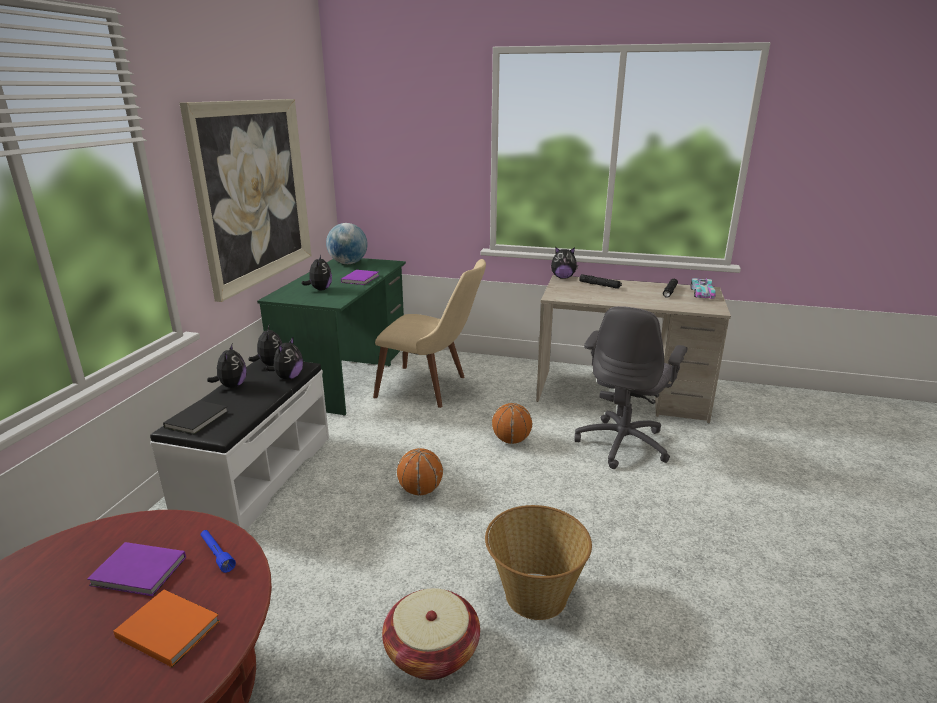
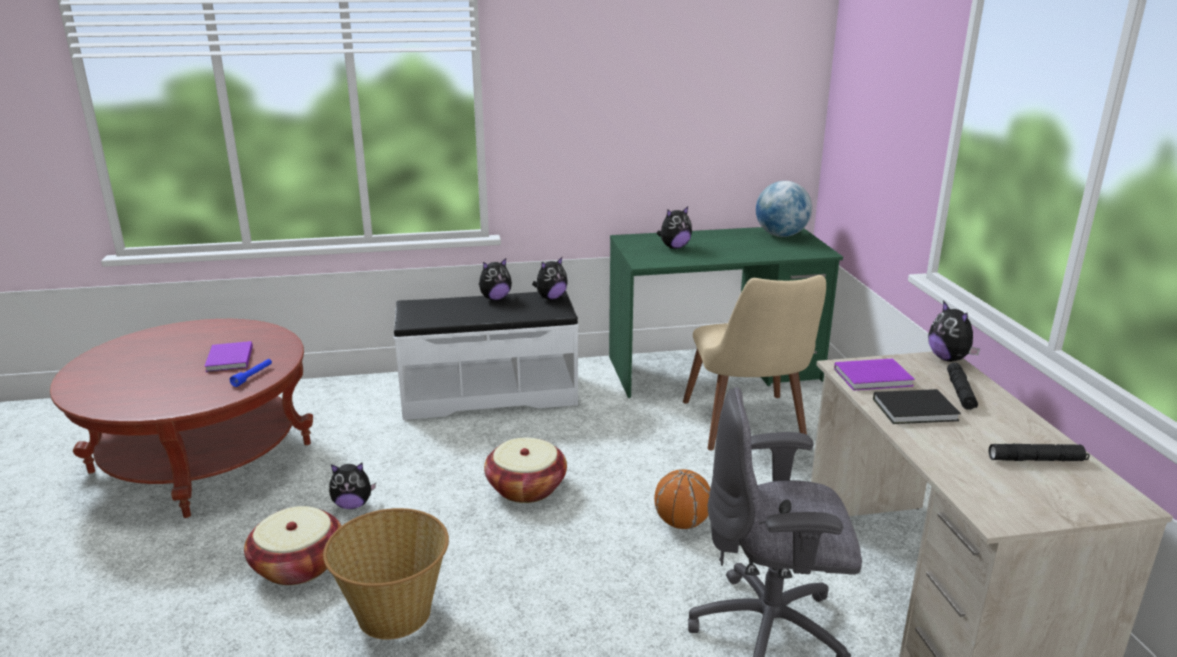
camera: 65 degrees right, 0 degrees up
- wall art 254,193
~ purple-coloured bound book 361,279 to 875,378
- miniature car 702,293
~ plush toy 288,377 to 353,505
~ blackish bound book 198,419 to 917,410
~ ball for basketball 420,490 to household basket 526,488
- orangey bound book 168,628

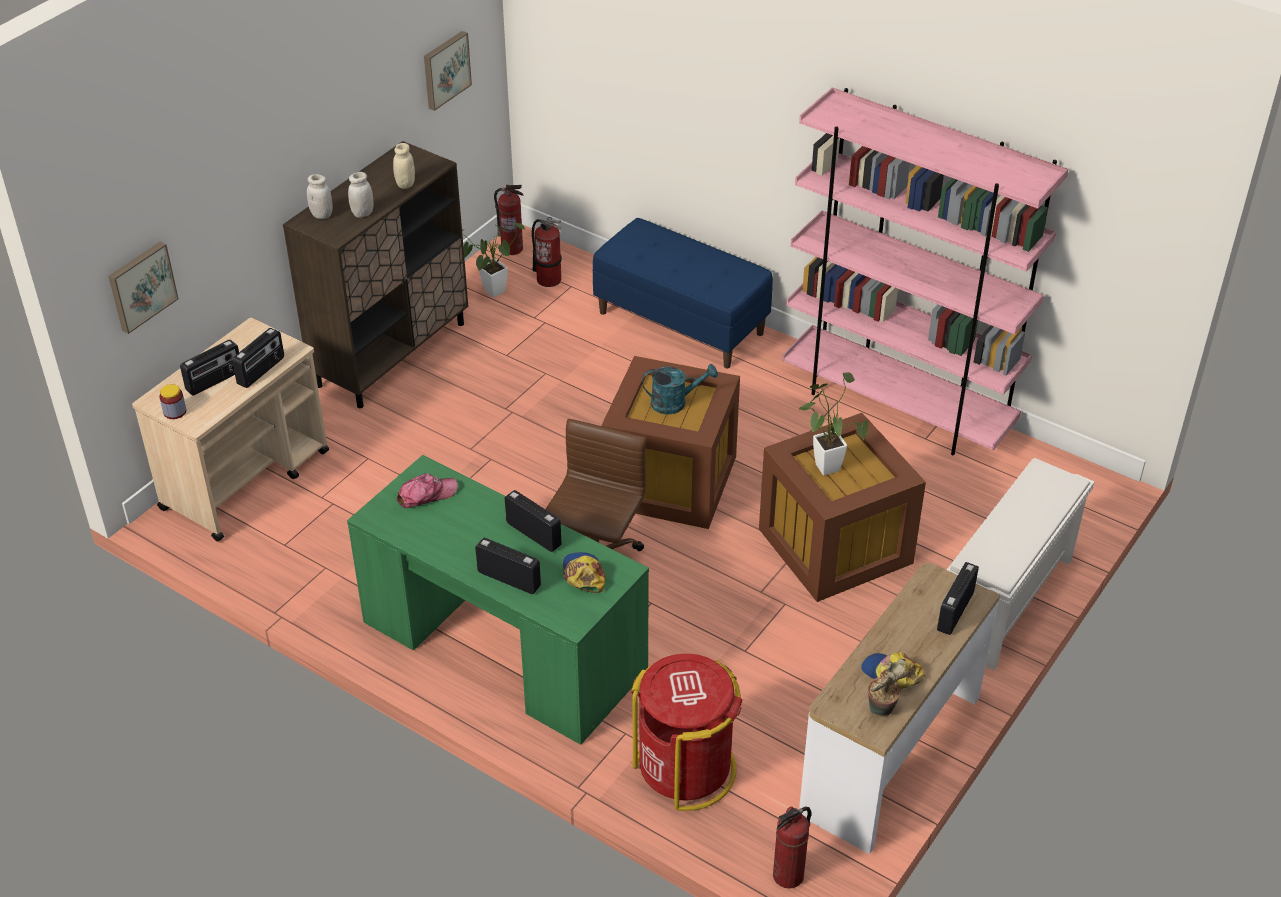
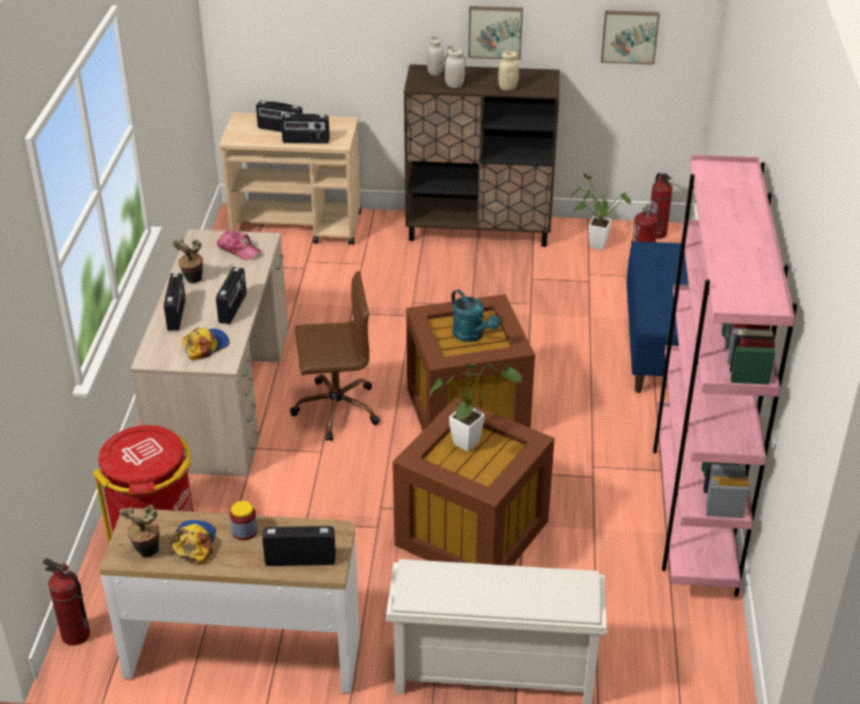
camera: 60 degrees right, 5 degrees down
~ wall art 141,286 to 495,31
~ preserve jar 175,412 to 244,531
~ green-coloured desk 504,644 to sand-coloured desk 224,396
+ houseplant 192,280

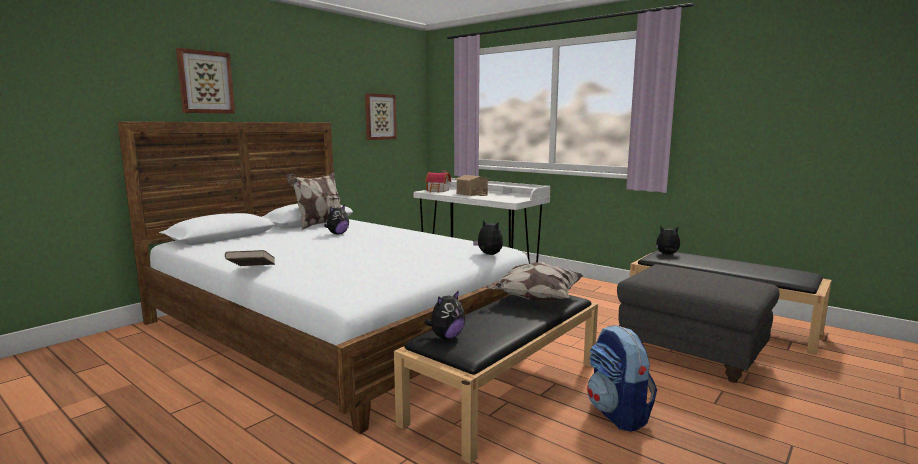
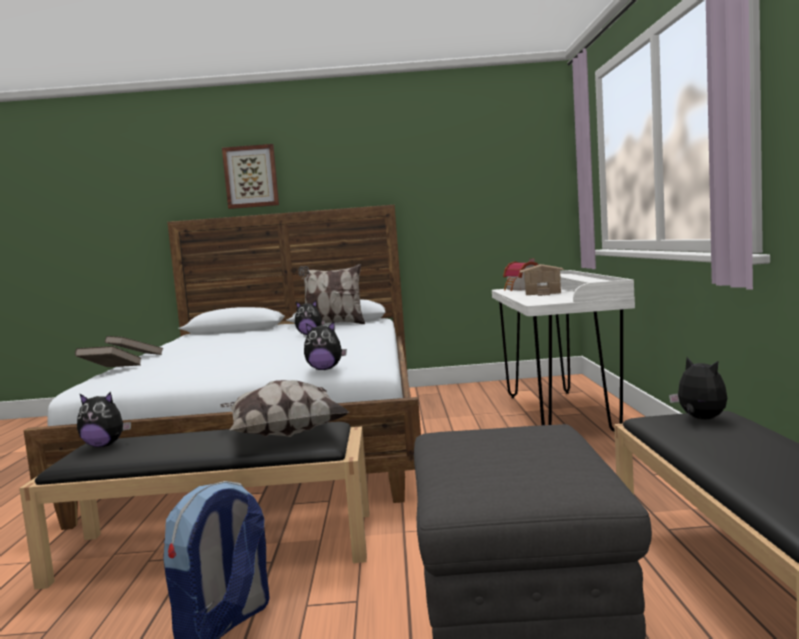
camera: 50 degrees right, 5 degrees down
- wall art 380,116
~ plush toy 488,255 = 325,369 90 degrees clockwise
+ brown-coloured bound book 110,370

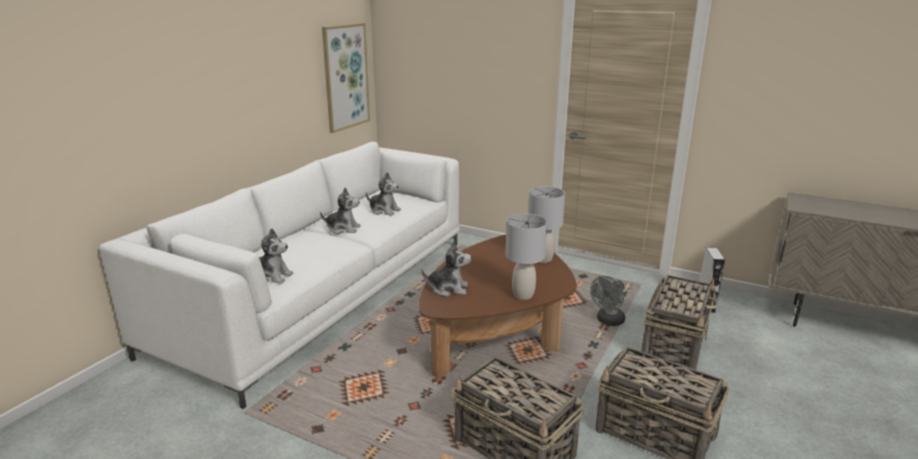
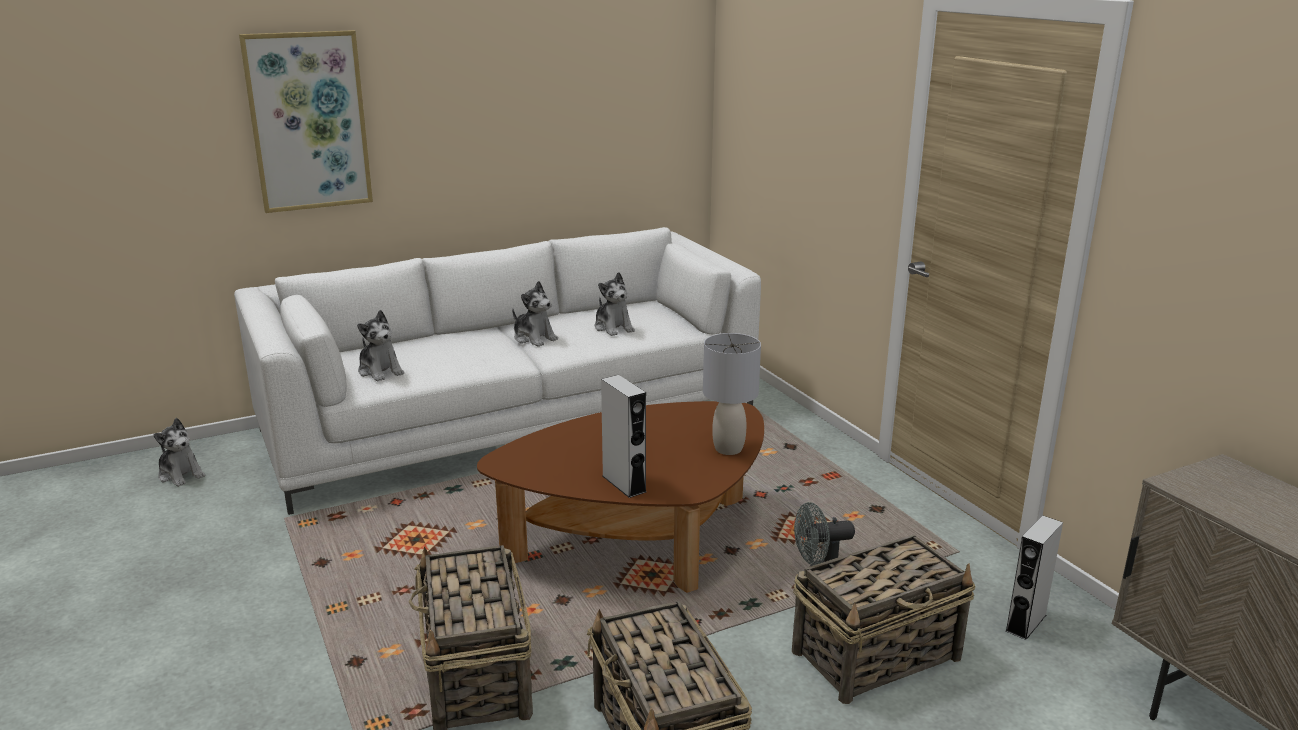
camera: 35 degrees right, 0 degrees up
~ wall art 345,77 to 308,122
~ grey tabletop lamp 523,295 to grey audio speaker 624,483
~ plush toy 448,289 to 181,474

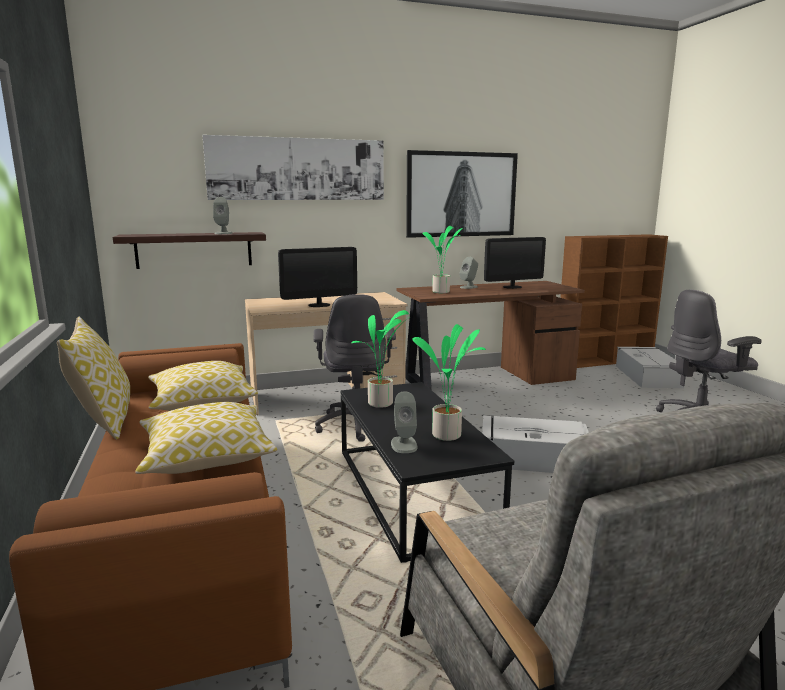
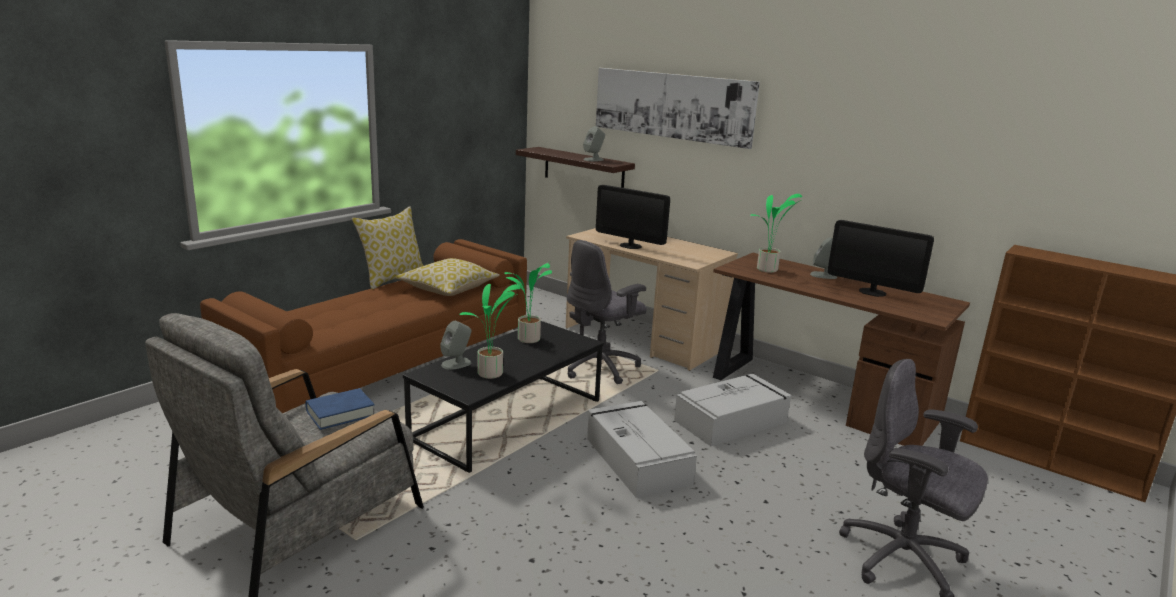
camera: 55 degrees right, 5 degrees up
- wall art 461,194
~ grey storage box 647,376 to 732,421
- throw pillow 206,456
+ blue-coloured bound book 340,413

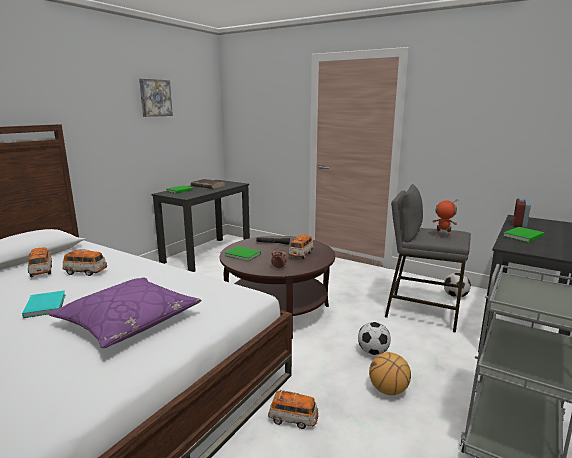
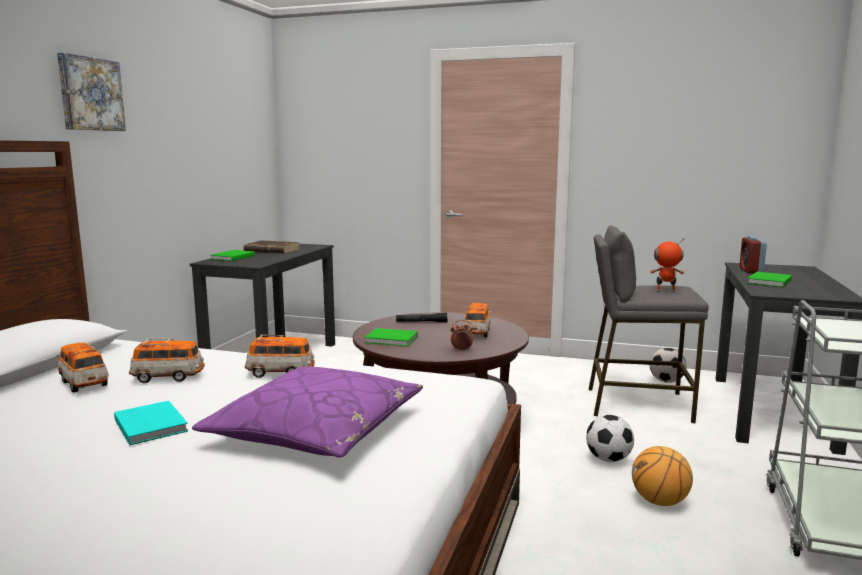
camera: 15 degrees left, 5 degrees down
~ wall art 155,98 to 90,94
~ miniature car 293,419 to 280,372

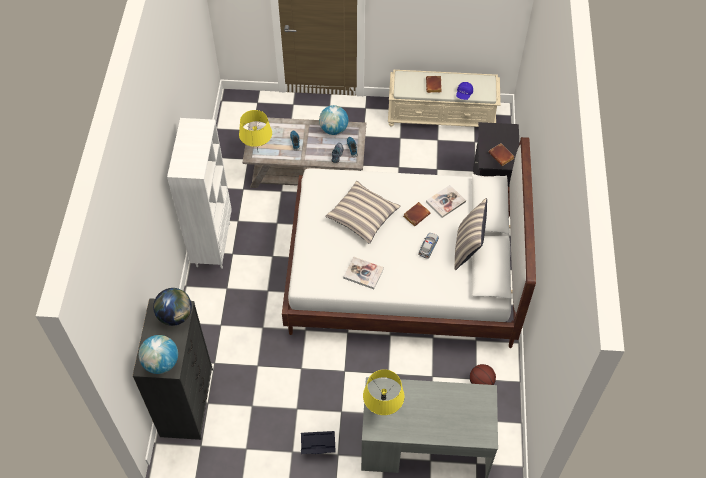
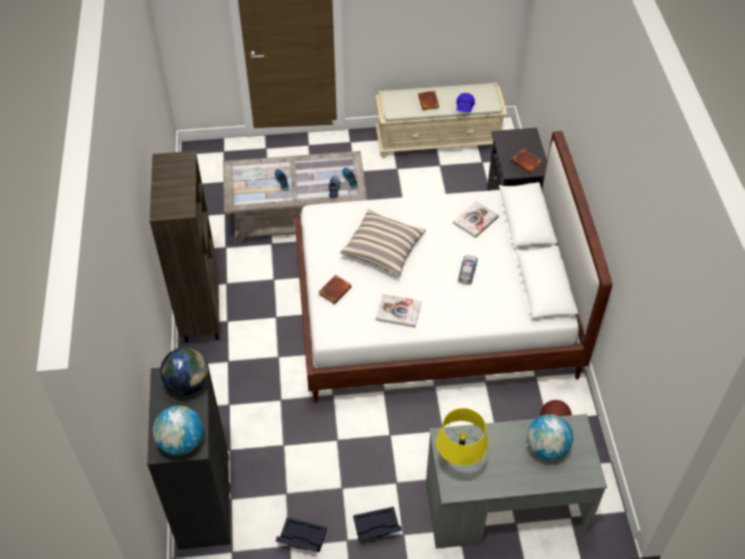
camera: 10 degrees left, 5 degrees down
~ globe 334,129 to 546,448
- yellowish tabletop lamp 258,152
~ white-coloured shelving unit 212,244 to brown-coloured shelving unit 201,314
- throw pillow 467,249
~ brown-coloured bound book 416,215 to 334,290
+ blackish storage box 300,539

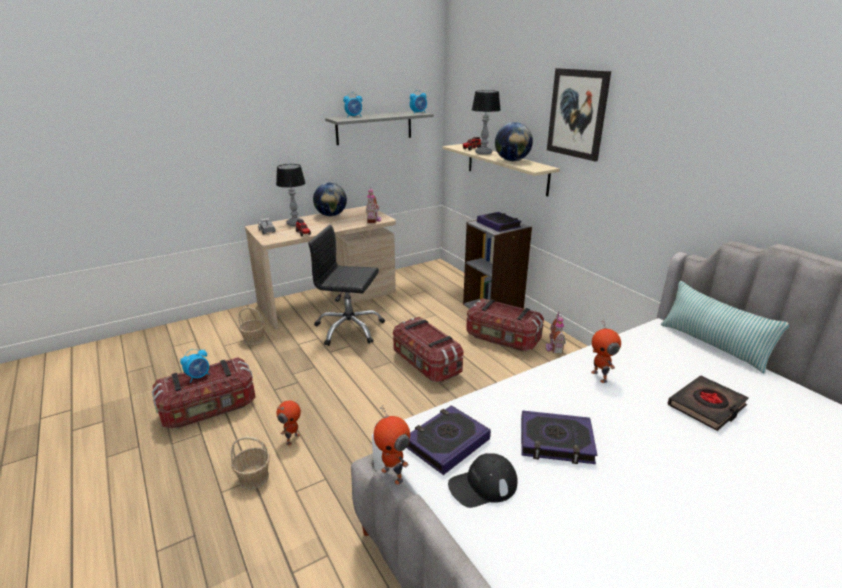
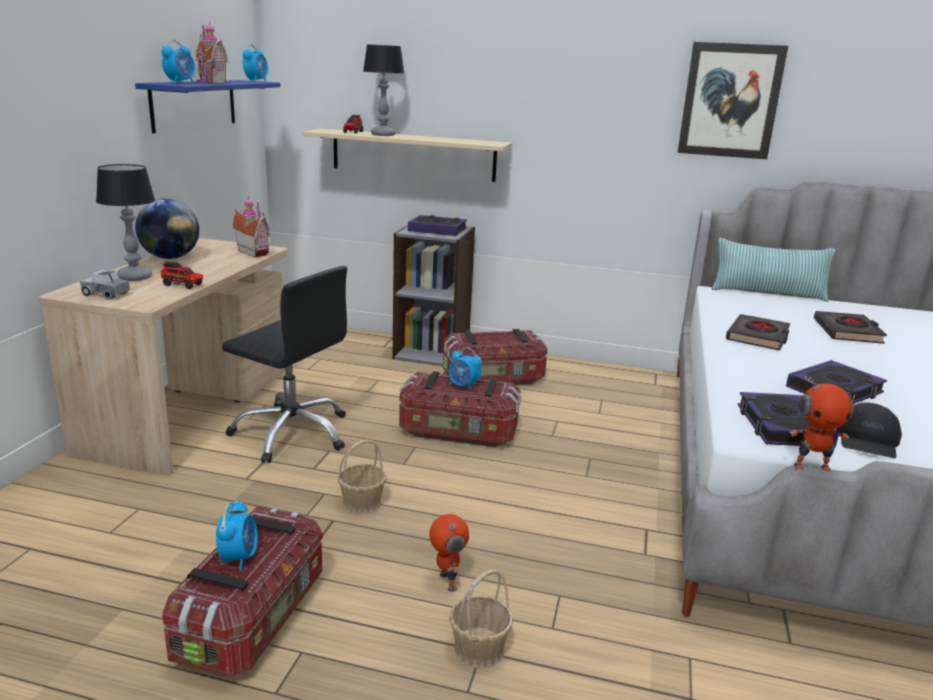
camera: 45 degrees left, 5 degrees down
~ wall art 577,113 to 730,101
~ grey bracket shelf 374,127 to blue-coloured bracket shelf 194,104
- globe 512,161
~ blackish office chair 349,329 = 292,433 120 degrees counterclockwise
~ household basket 254,339 to 362,503
~ toy house 553,347 to 209,82
~ toy robot 600,376 to blackish bound book 758,337
+ table clock 463,386

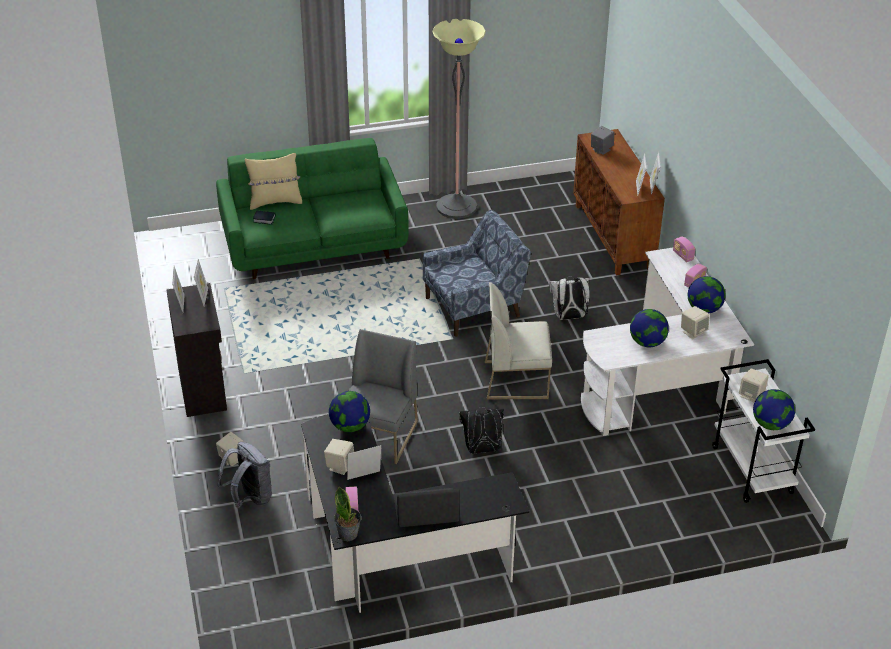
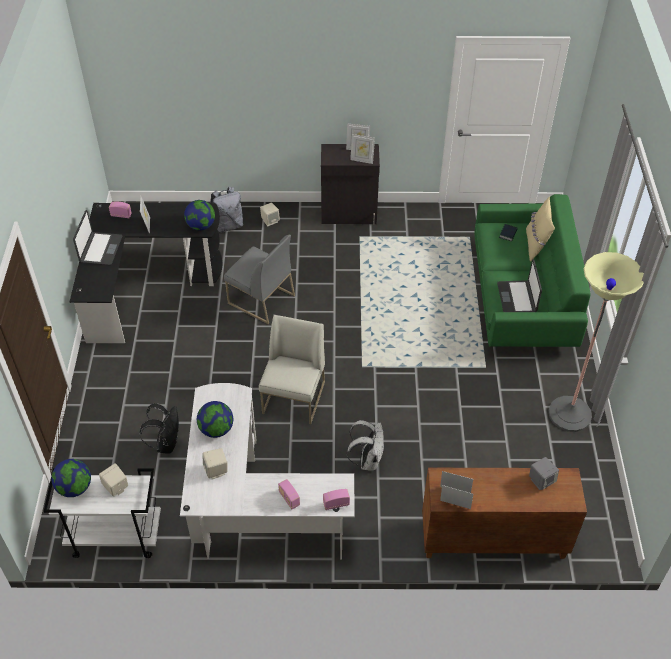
camera: 105 degrees right, 10 degrees up
- blue-coloured easy chair 474,307
- globe 704,309
~ blackish rucksack 482,450 to 166,443
- sand-coloured audio speaker 340,466
- houseplant 348,534
+ portable computer 517,298

